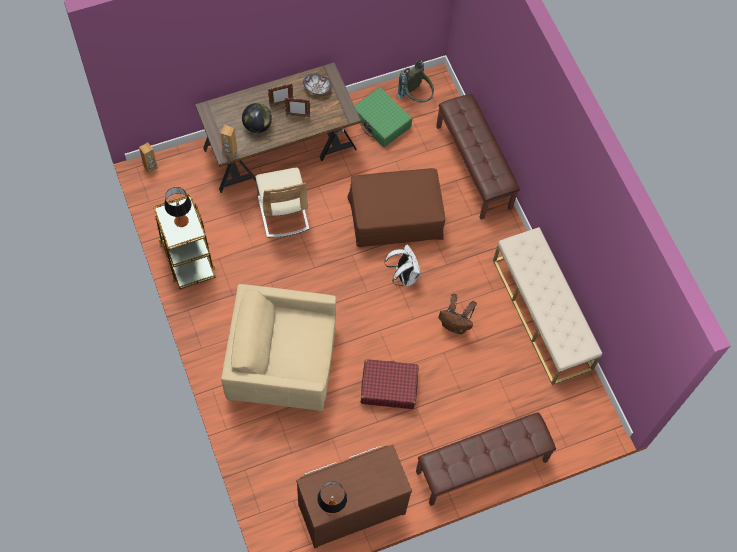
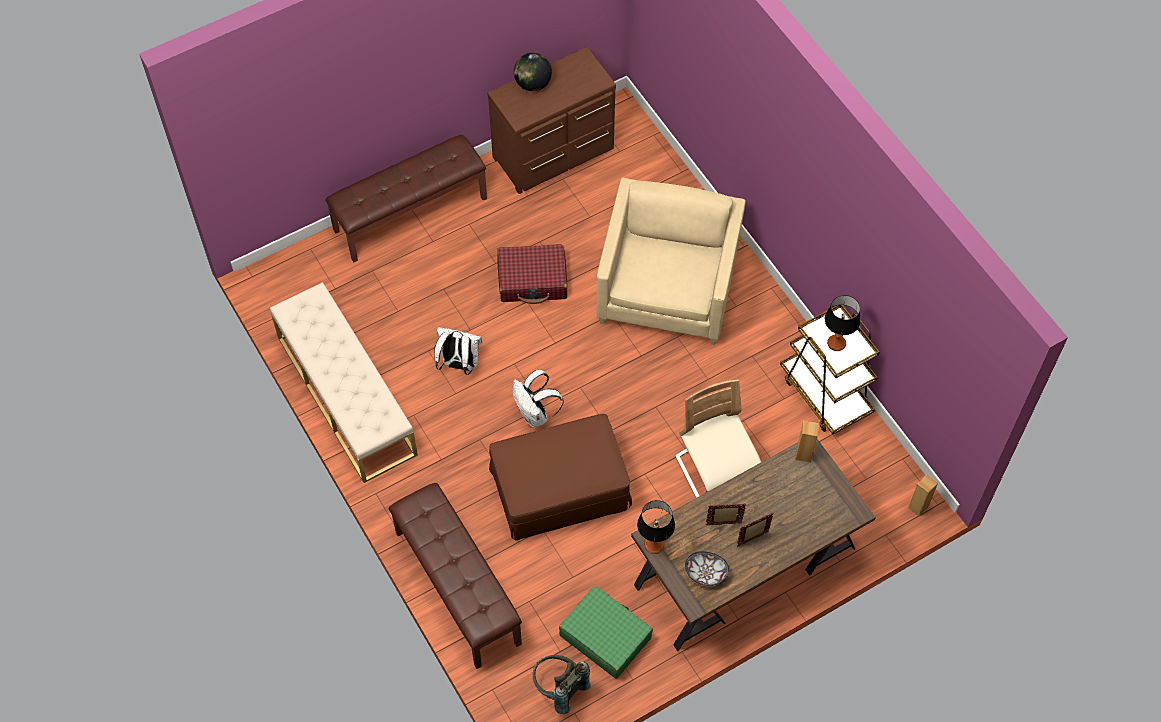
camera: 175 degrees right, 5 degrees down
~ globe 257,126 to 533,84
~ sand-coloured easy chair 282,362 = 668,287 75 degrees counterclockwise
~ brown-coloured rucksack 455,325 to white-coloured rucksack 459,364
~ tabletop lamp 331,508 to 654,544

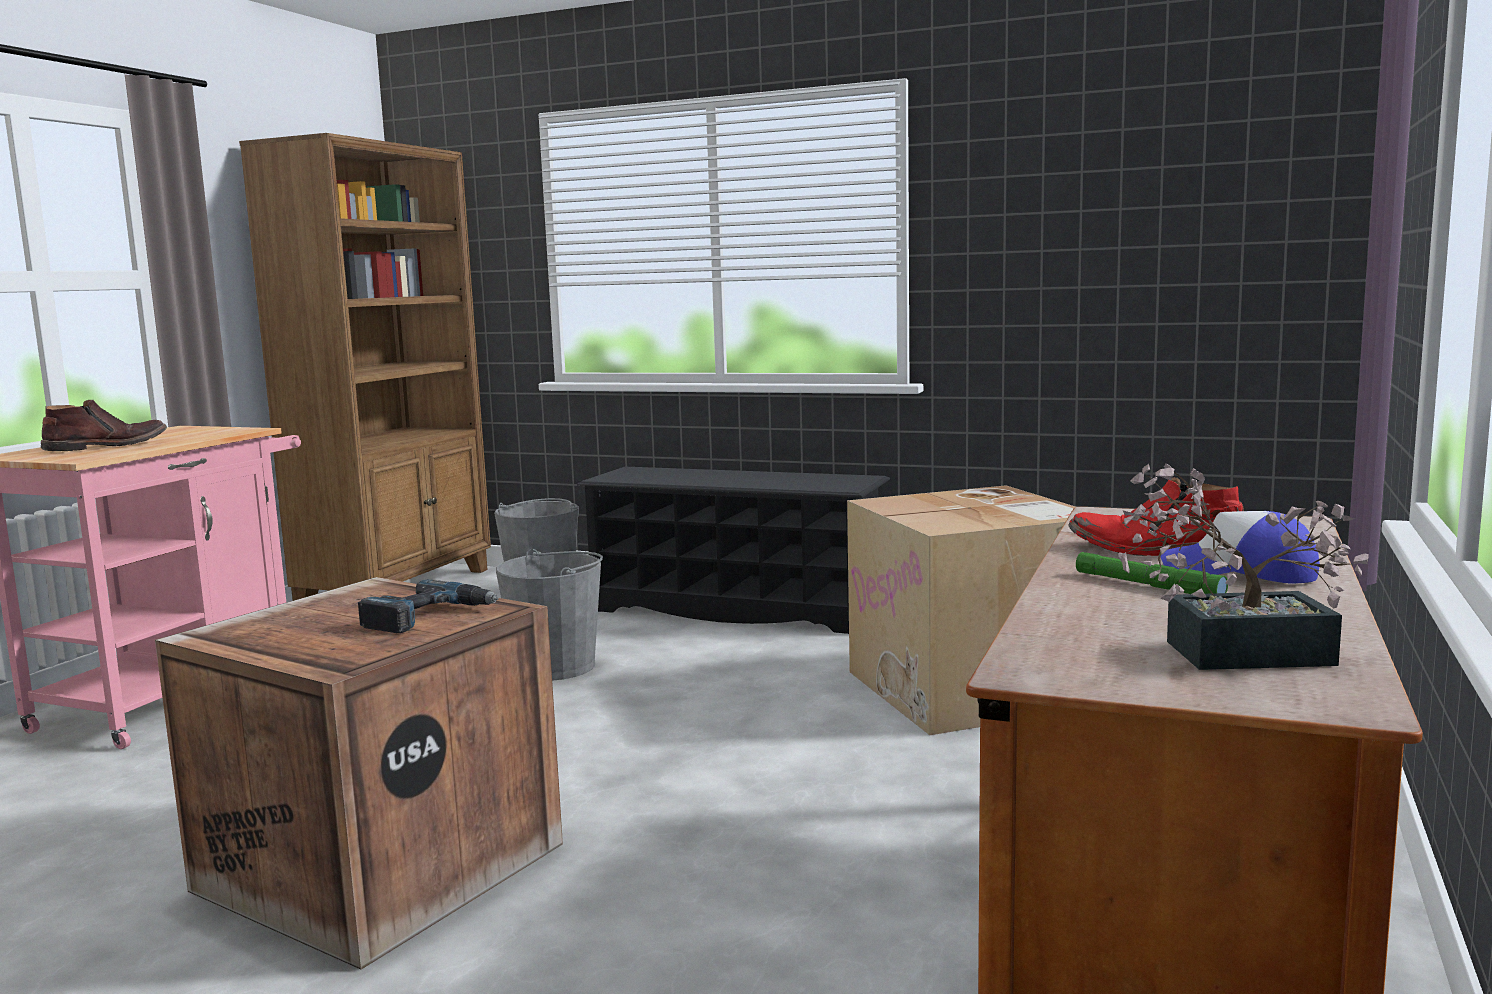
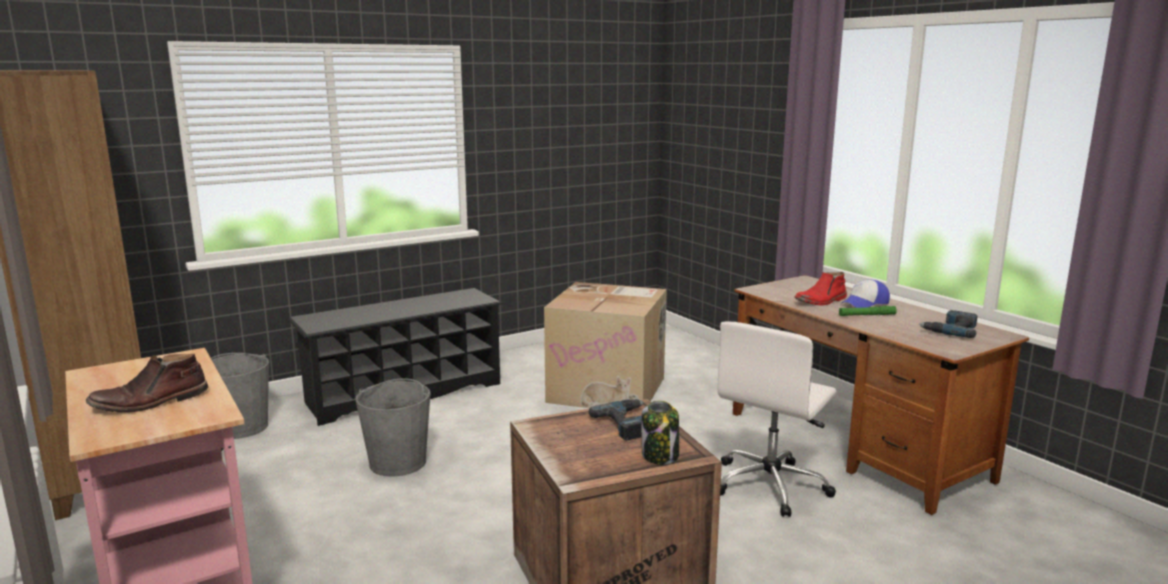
camera: 55 degrees left, 5 degrees up
~ brown-coloured high-top boot 106,446 = 150,402 120 degrees counterclockwise
~ houseplant 1229,653 to power drill 950,330
+ white-coloured office chair 770,485
+ preserve jar 660,456

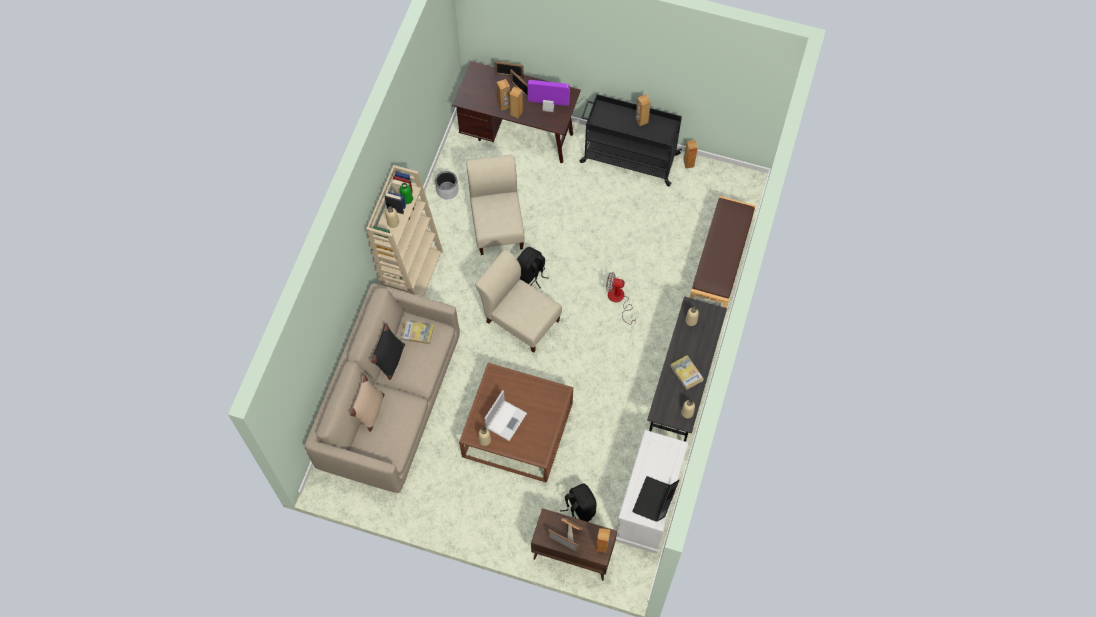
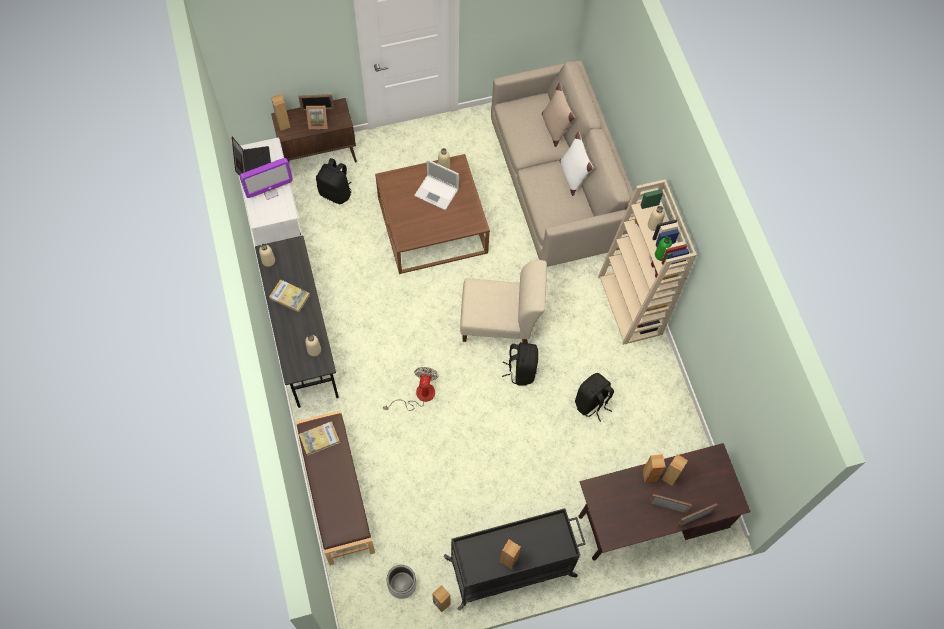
camera: 145 degrees right, 0 degrees up
~ monitor 548,107 to 270,192
~ sand-coloured upright chair 497,224 to blackish rucksack 592,403
~ grey plant pot 447,190 to 402,584
~ cooling fan 618,300 = 418,396 60 degrees counterclockwise
~ bound book 417,333 to 319,439
~ blackish throw pillow 390,361 to white-coloured throw pillow 572,176
~ portable computer 506,419 = 437,192 60 degrees counterclockwise

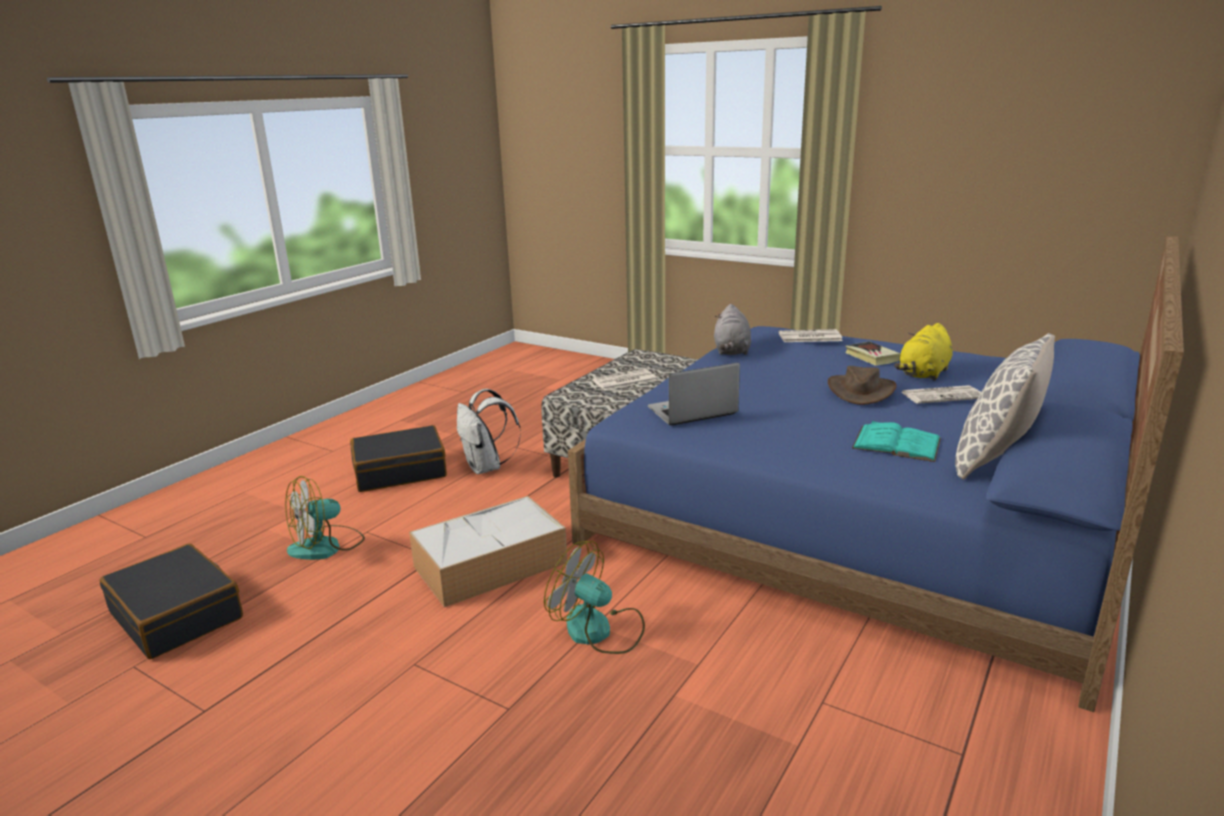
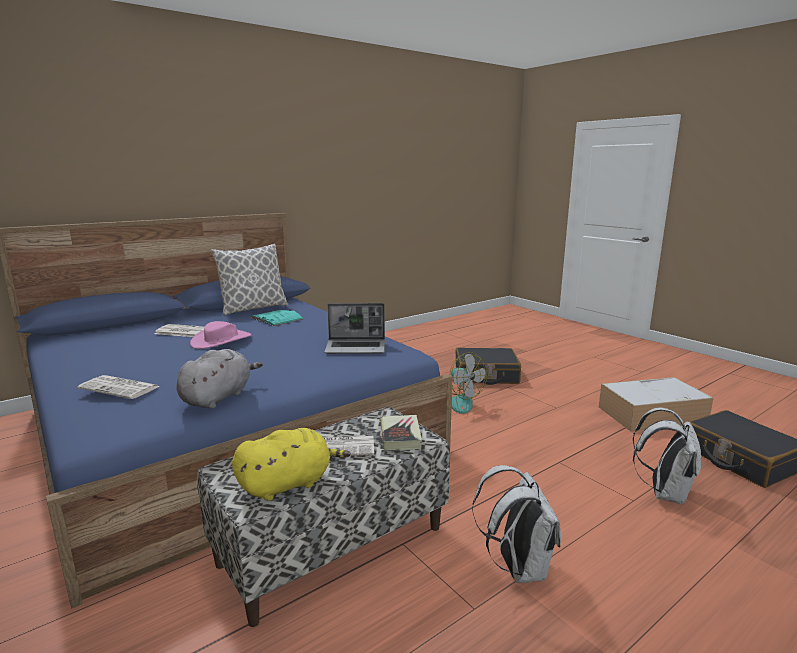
camera: 160 degrees left, 5 degrees down
~ yellowish plush toy 923,374 to 289,484
~ bound book 872,357 to 400,436
~ brown-coloured wearable hat 860,390 to pink-coloured wearable hat 221,340
~ blackish suitcase 400,471 to 486,375
~ cooling fan 326,546 to white-coloured rucksack 664,493
~ storage box 489,565 to 652,414

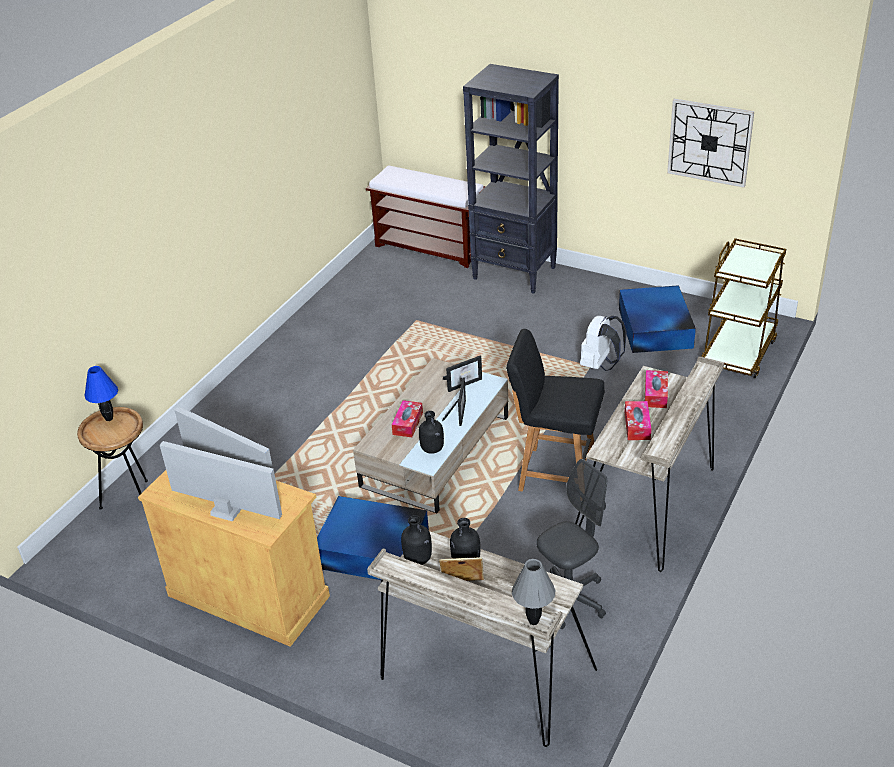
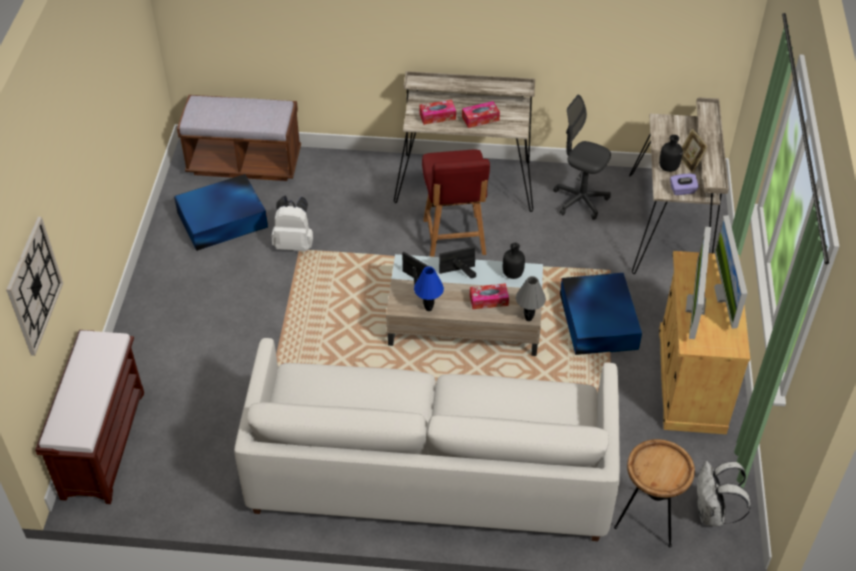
camera: 115 degrees left, 10 degrees up
- blackish shelving unit 515,273
~ wall clock 709,142 to 34,286
~ brown-coloured trolley 738,352 to brown-coloured bench 244,163
~ blackish upright chair 555,473 to red-coloured upright chair 454,238
~ blue-coloured tabletop lamp 109,418 to 428,308
~ blackish drink bottle 418,559 to purple-coloured tissue holder 682,190
~ grey tabletop lamp 533,621 to 529,318
+ white-coloured couch 430,472
+ white-coloured rucksack 712,514

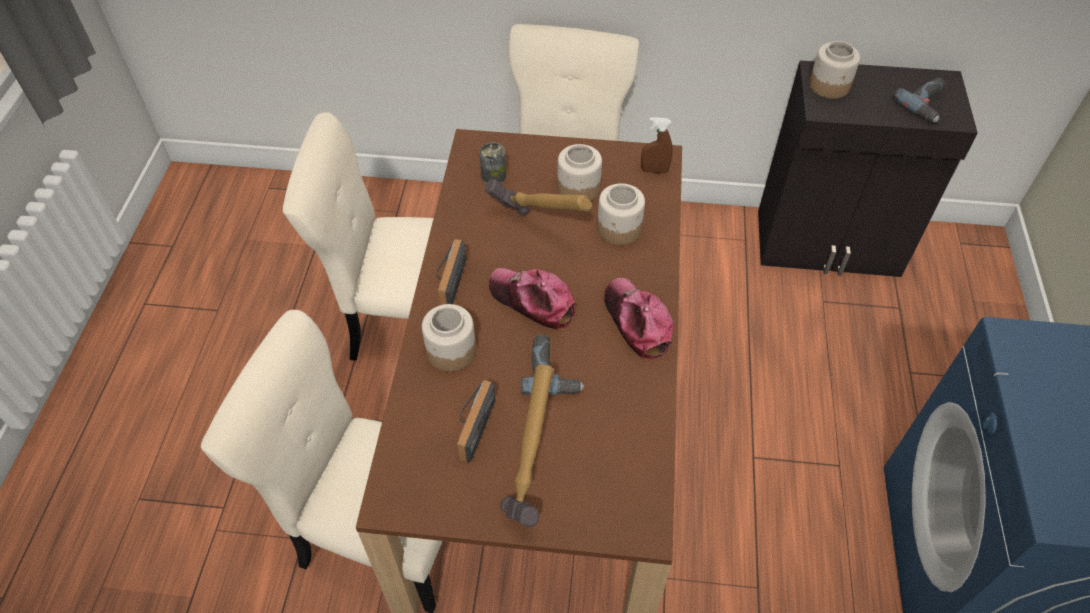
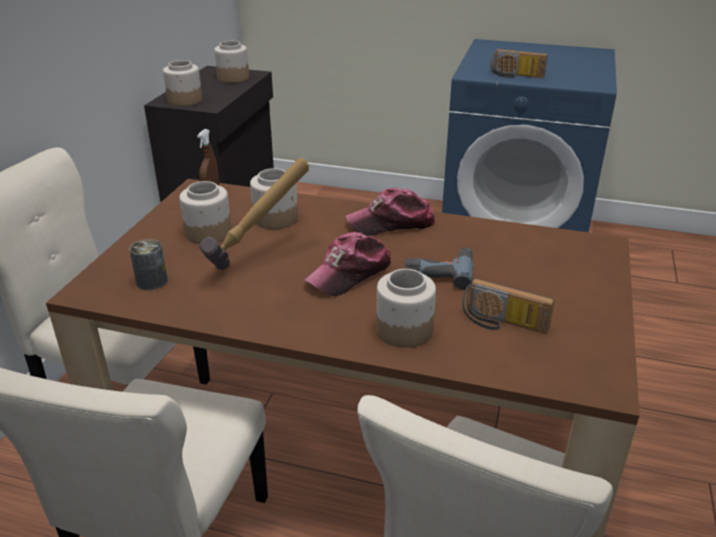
camera: 80 degrees left, 20 degrees down
~ power drill 927,104 to preserve jar 233,78
~ radio receiver 447,281 to 515,76
- tool hammer 535,477

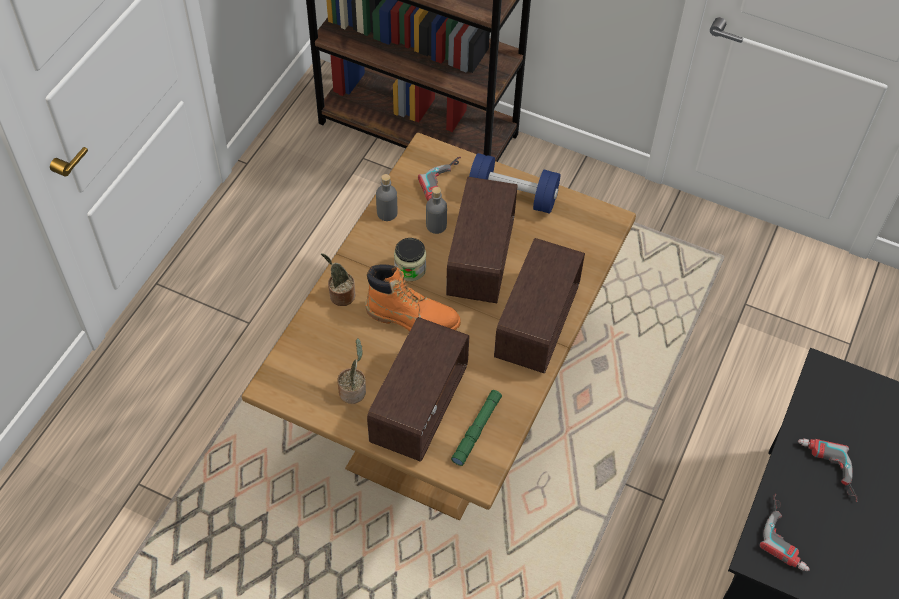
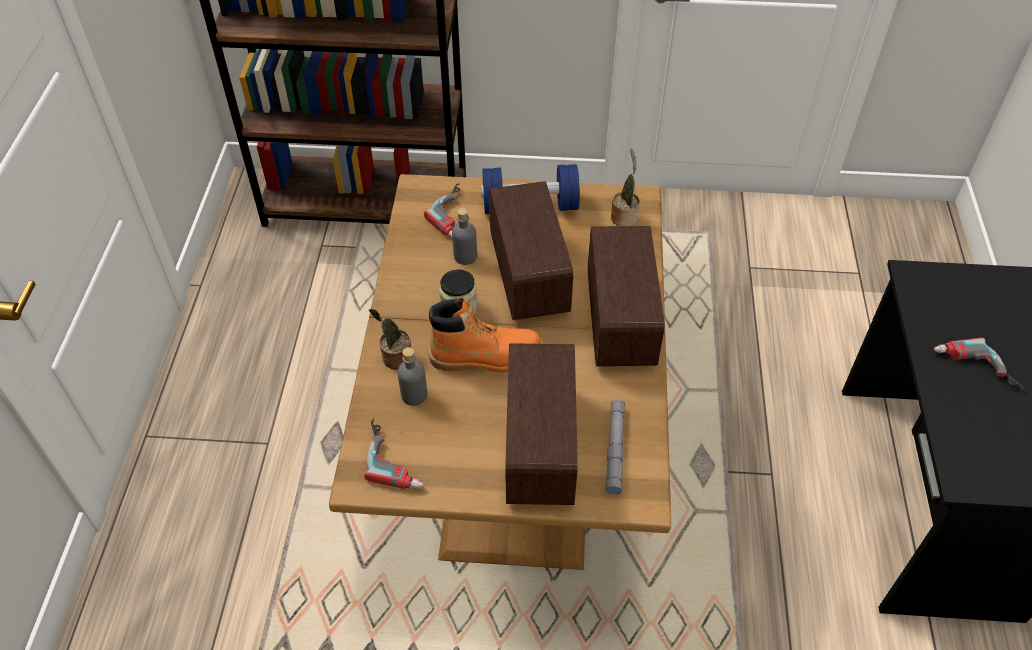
camera: 20 degrees left, 5 degrees down
~ grey drink bottle 387,213 to 414,395
~ houseplant 353,390 to 624,216
~ green-coloured flashlight 477,430 to grey flashlight 615,449
~ power drill 788,535 to 397,457

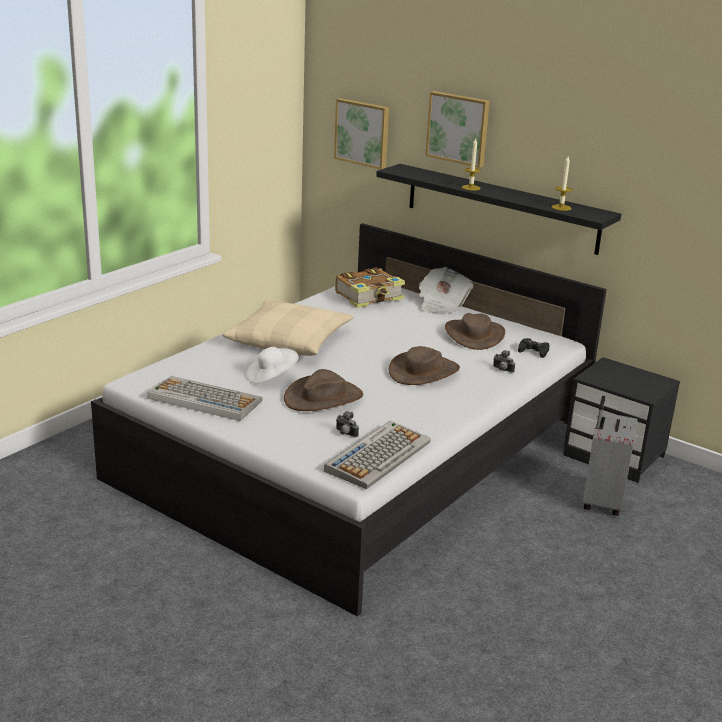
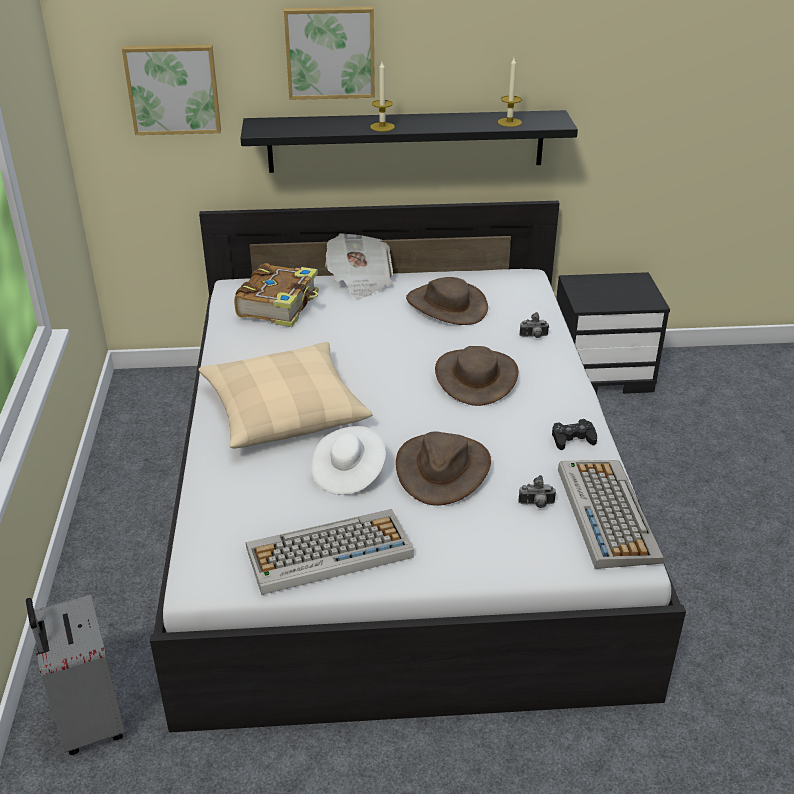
camera: 40 degrees left, 10 degrees up
~ blackish joypad 533,351 to 572,439
~ grey suitcase 601,502 to 88,721

